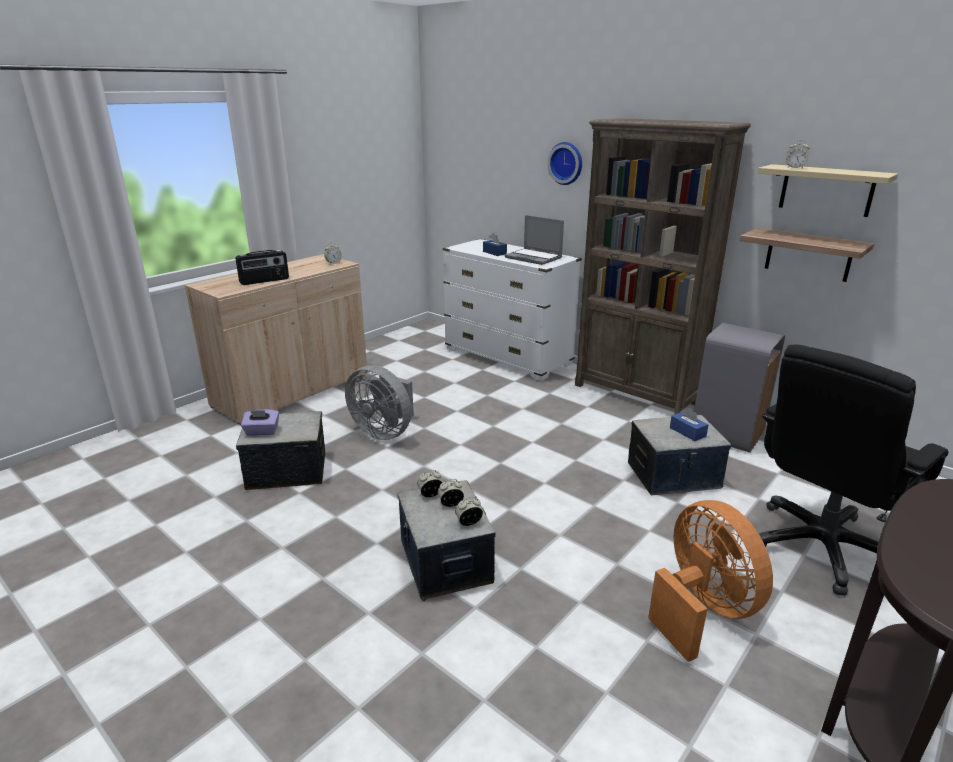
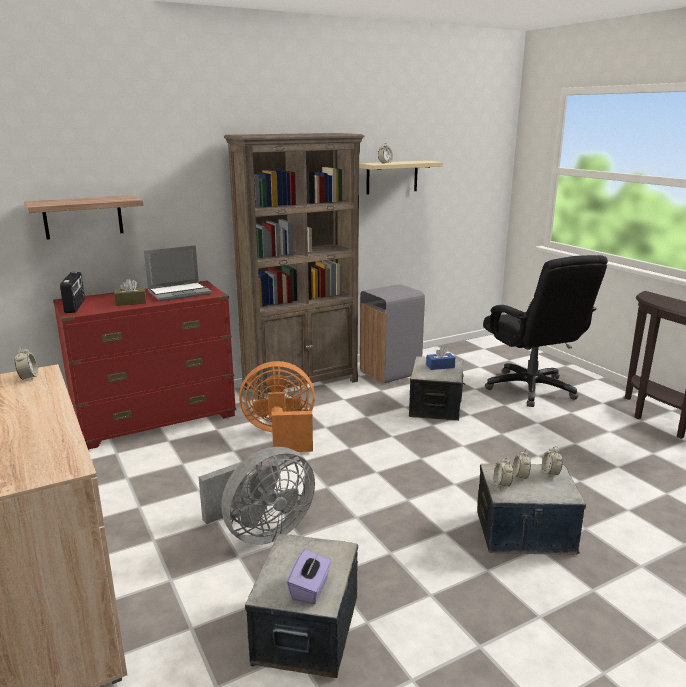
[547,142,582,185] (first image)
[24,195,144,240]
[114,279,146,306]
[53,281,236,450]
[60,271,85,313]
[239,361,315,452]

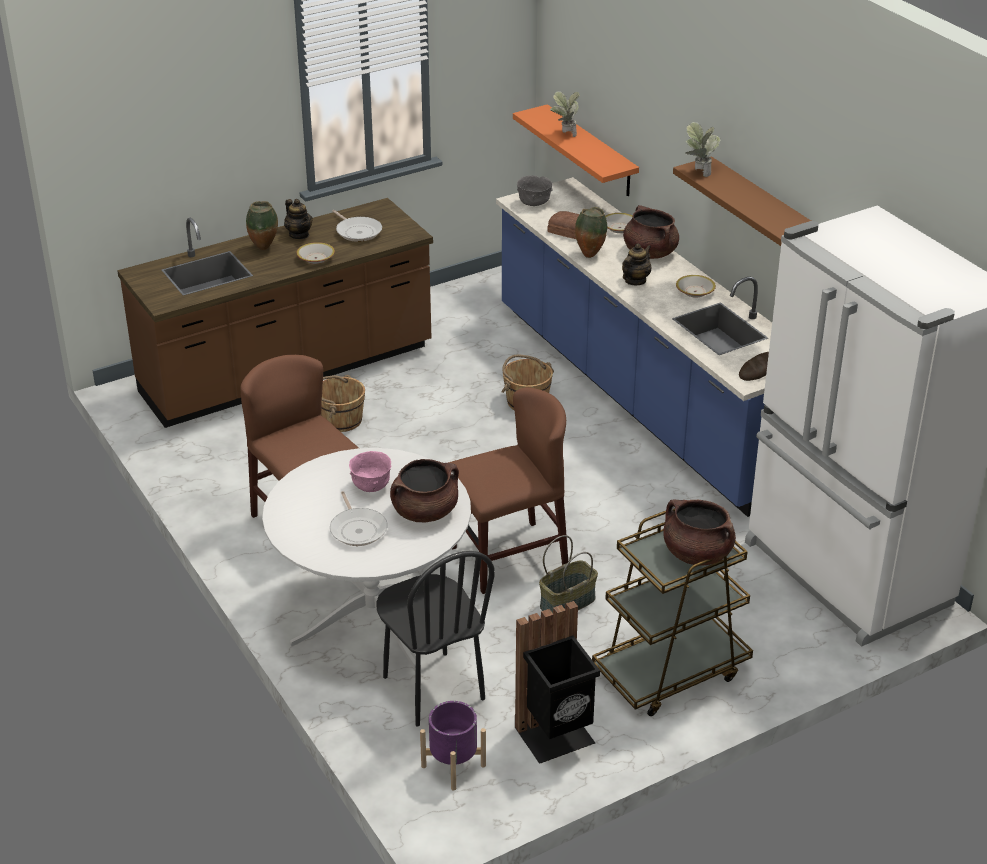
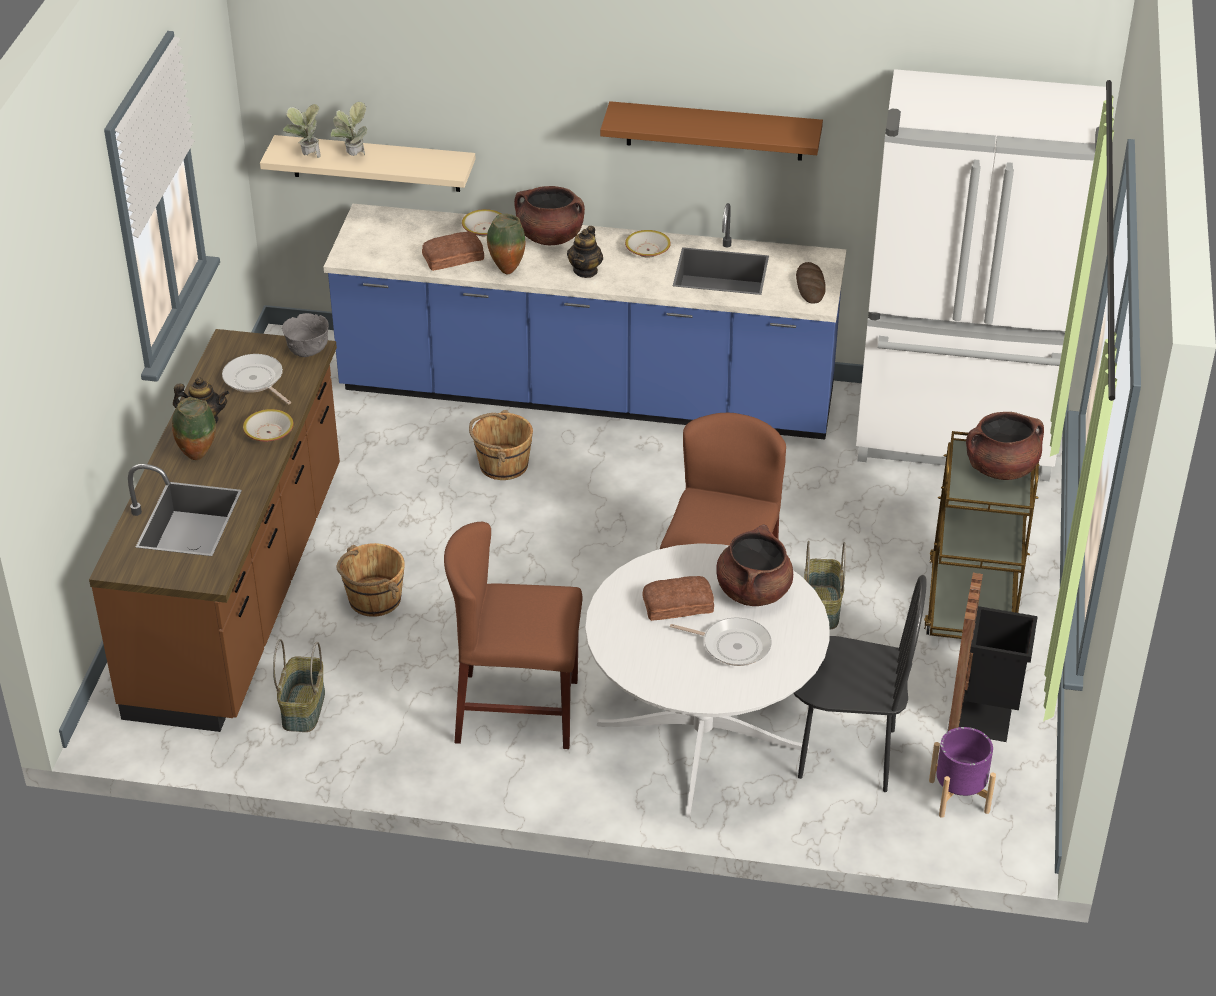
[260,135,476,192]
[283,104,321,158]
[282,313,329,357]
[222,354,291,405]
[567,226,603,278]
[642,576,714,621]
[273,639,325,732]

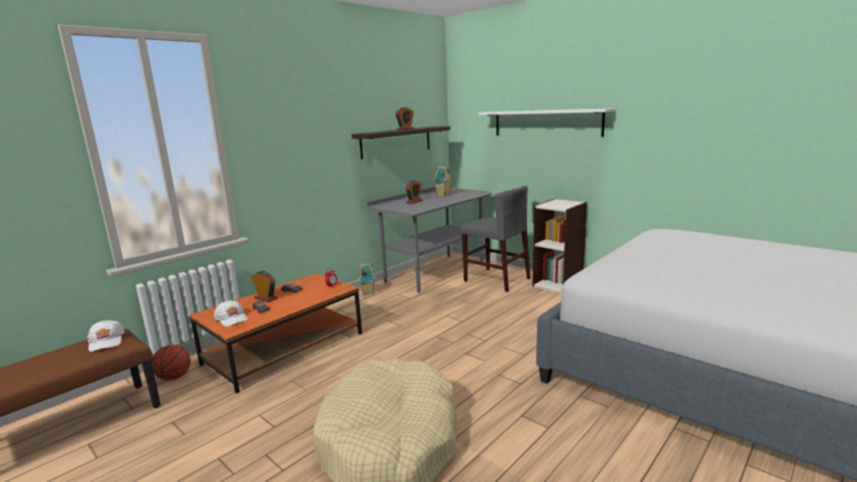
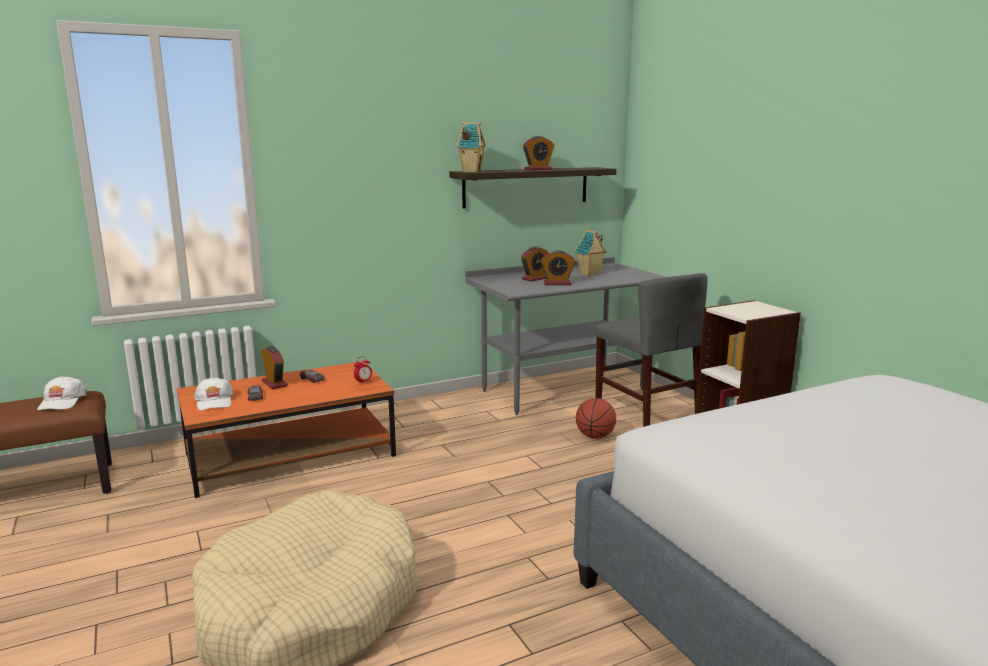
[478,108,615,137] (first image)
[457,122,486,172]
[576,398,616,439]
[541,250,575,285]

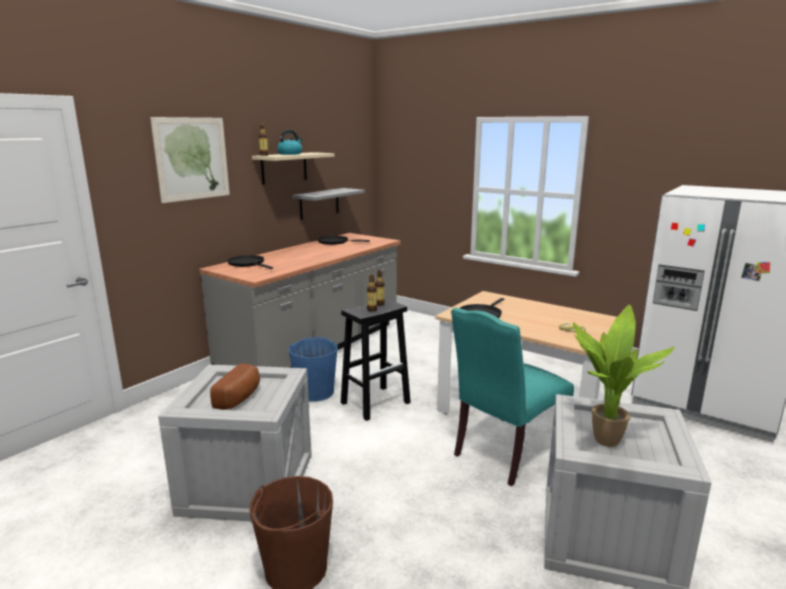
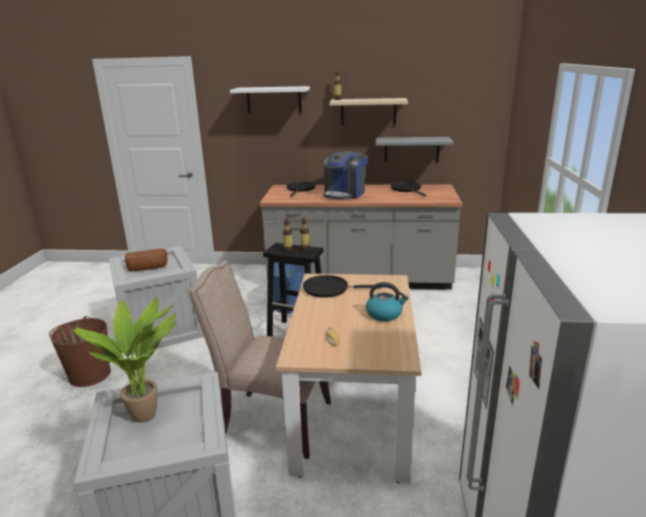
[230,86,310,114]
[366,282,409,321]
[188,260,331,459]
[323,151,368,200]

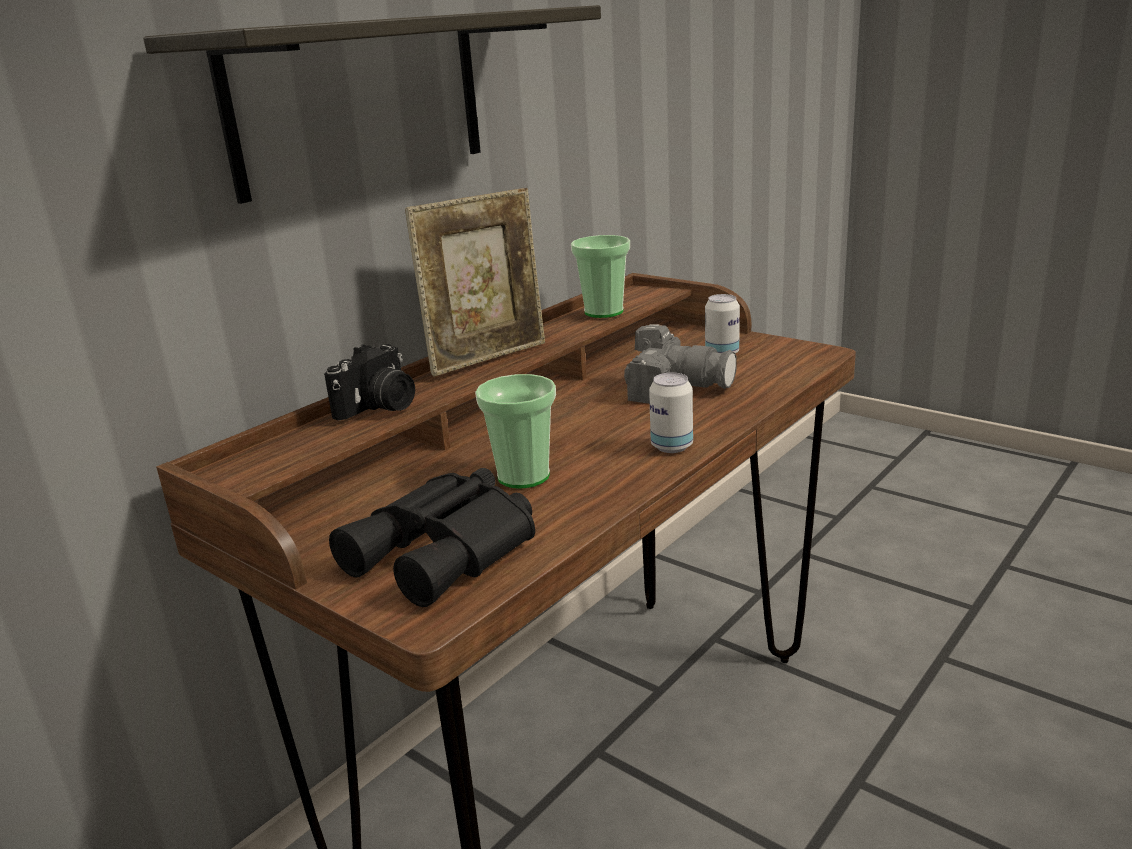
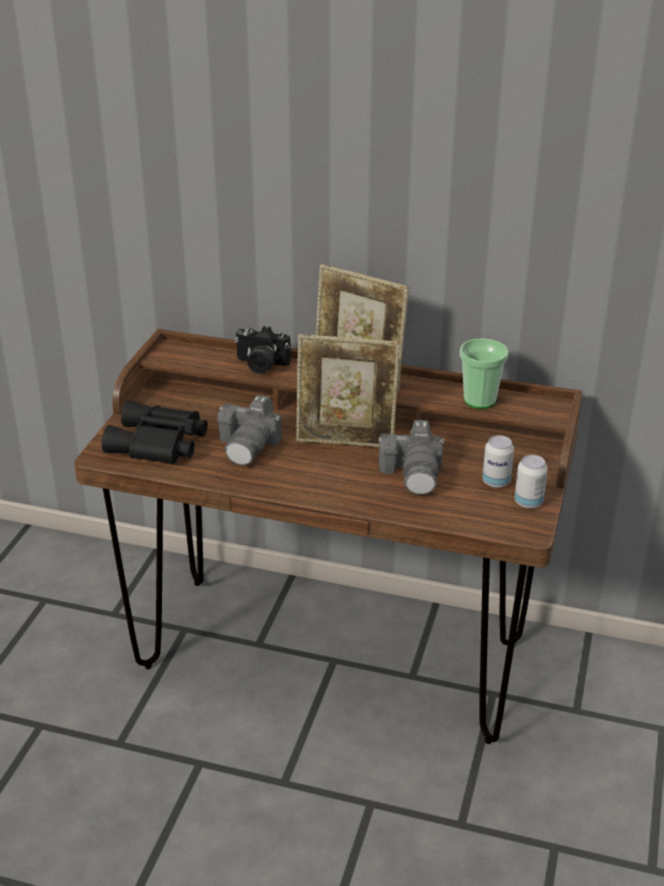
[143,5,601,204] (first image)
[514,455,548,509]
[217,395,282,465]
[296,334,400,447]

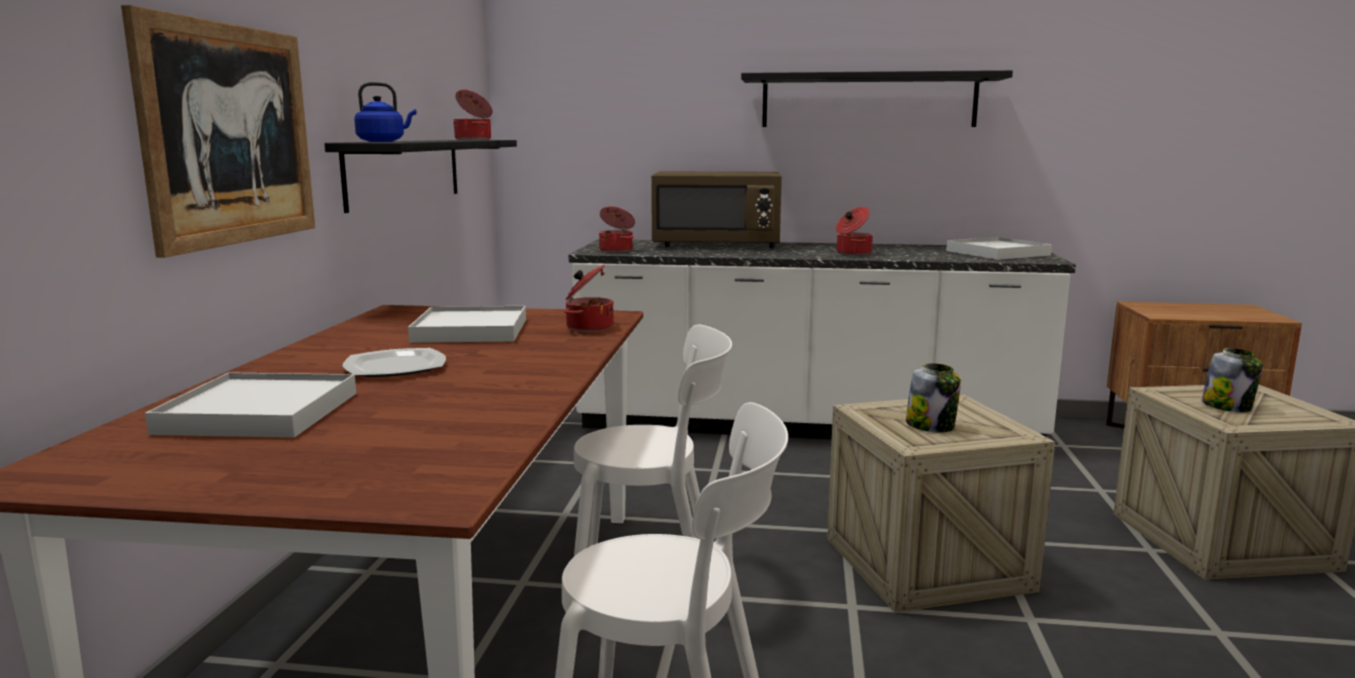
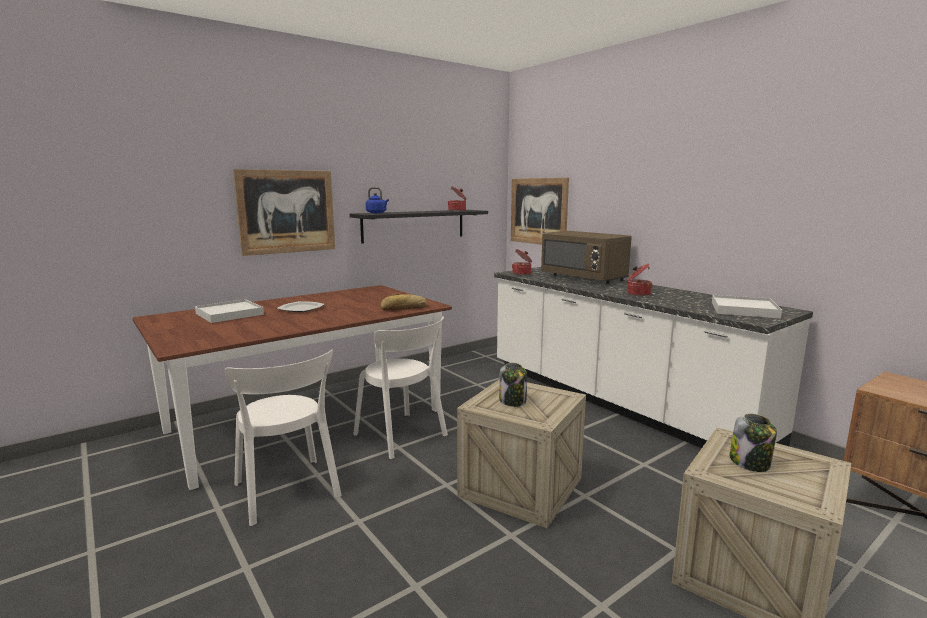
[741,70,1013,127] (first image)
[381,293,427,311]
[408,306,526,343] (first image)
[511,178,569,245]

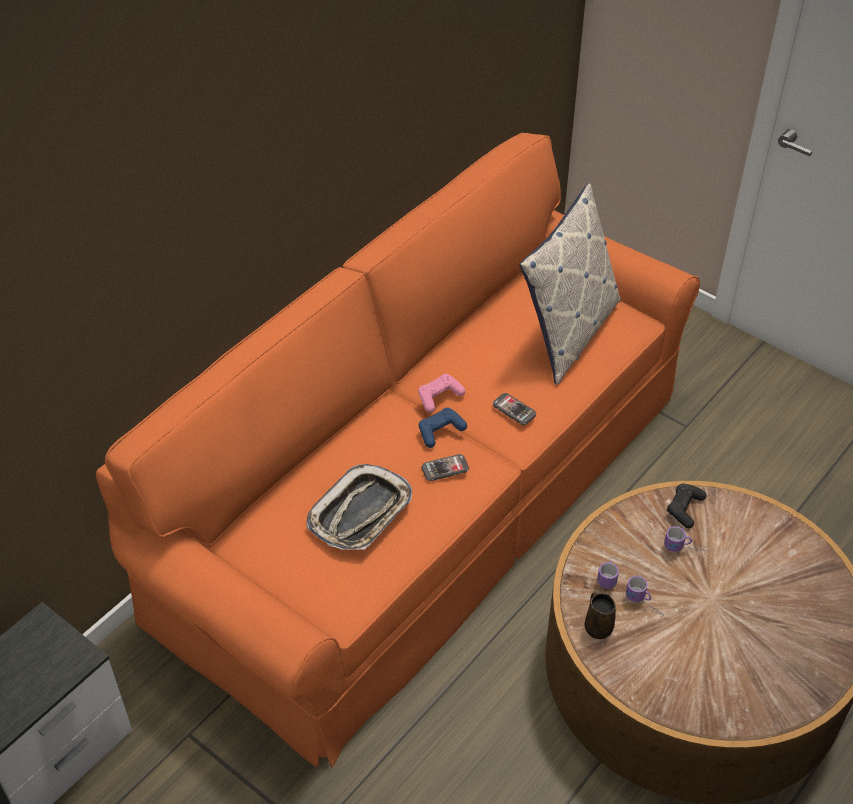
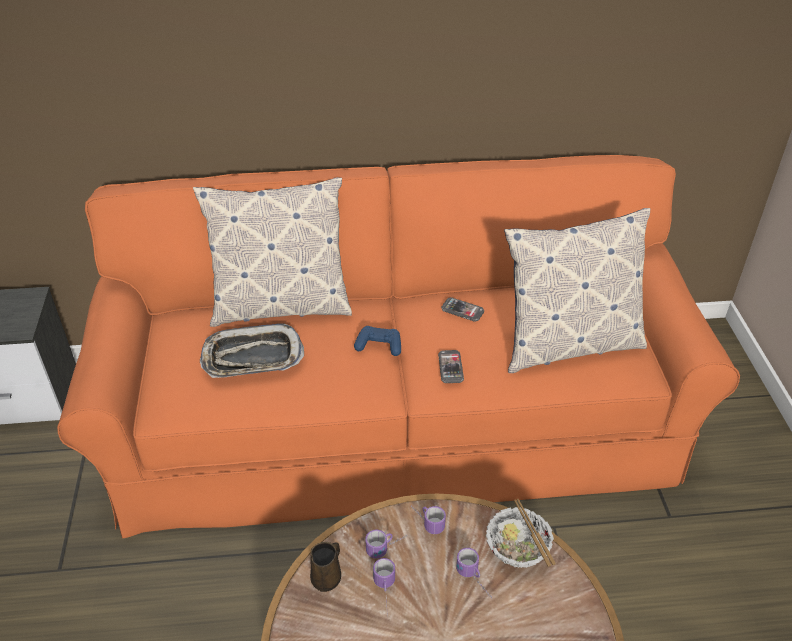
[418,374,465,413] (first image)
[441,297,484,322]
[486,499,556,568]
[193,177,352,327]
[413,506,446,534]

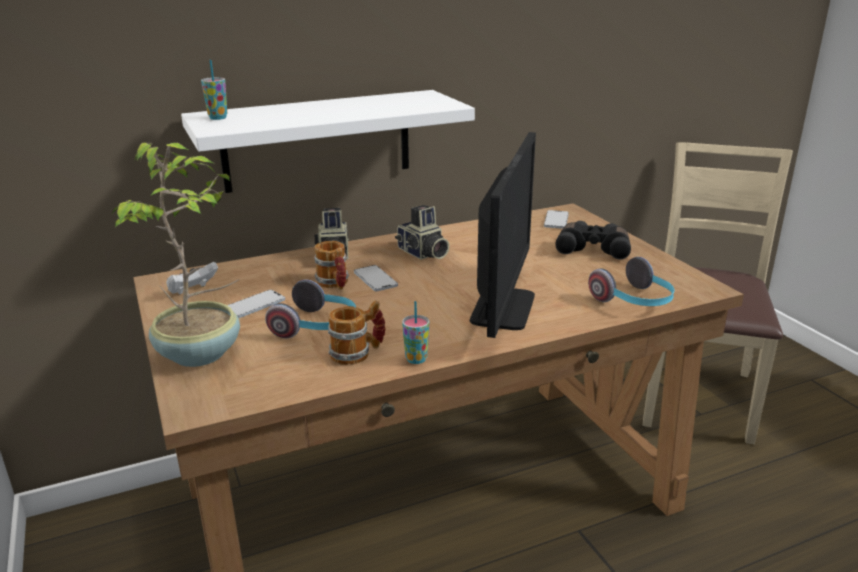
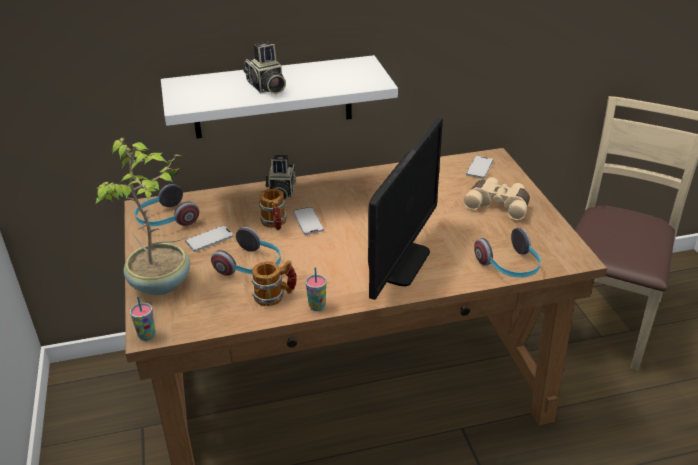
[130,296,155,341]
[243,42,286,94]
[464,177,530,220]
[135,184,199,226]

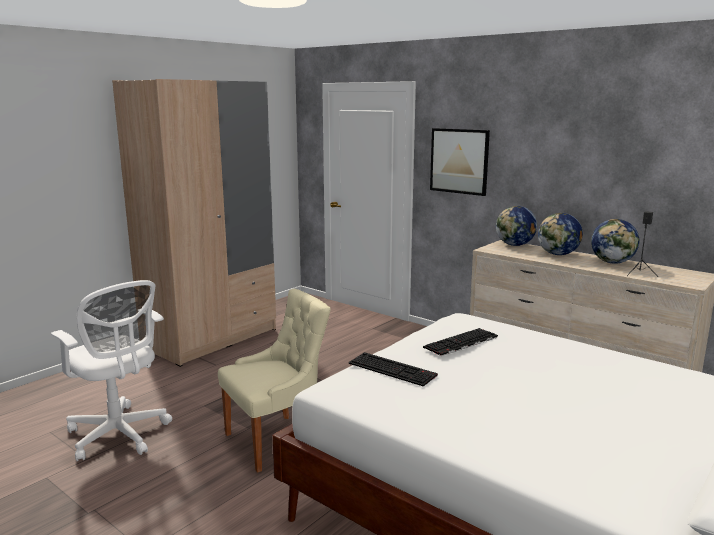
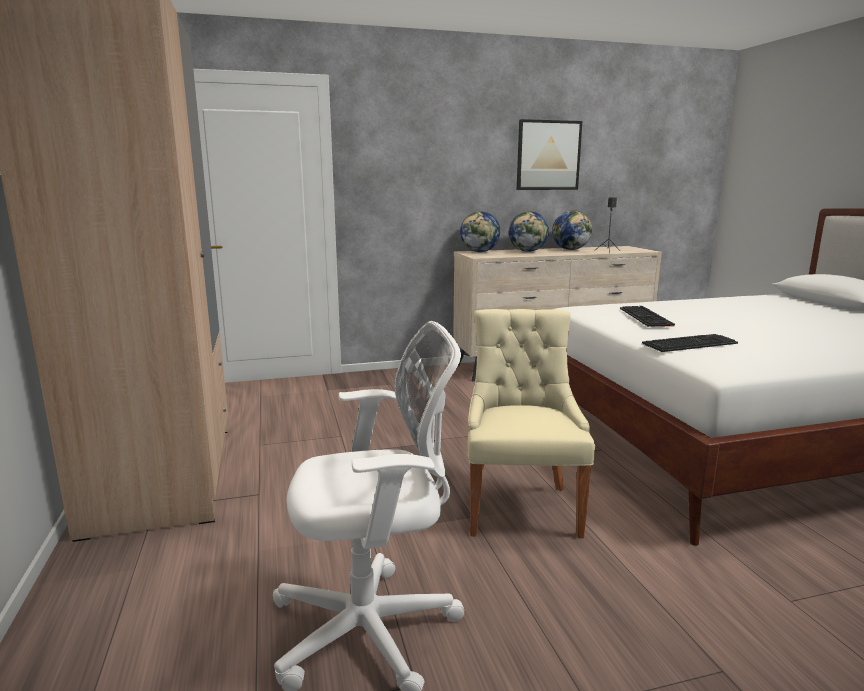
[517,119,582,190]

